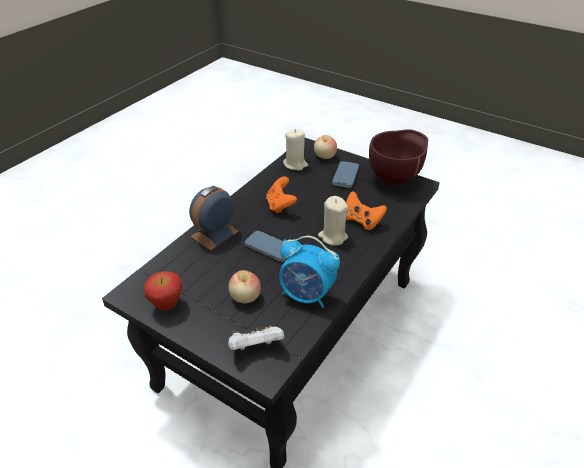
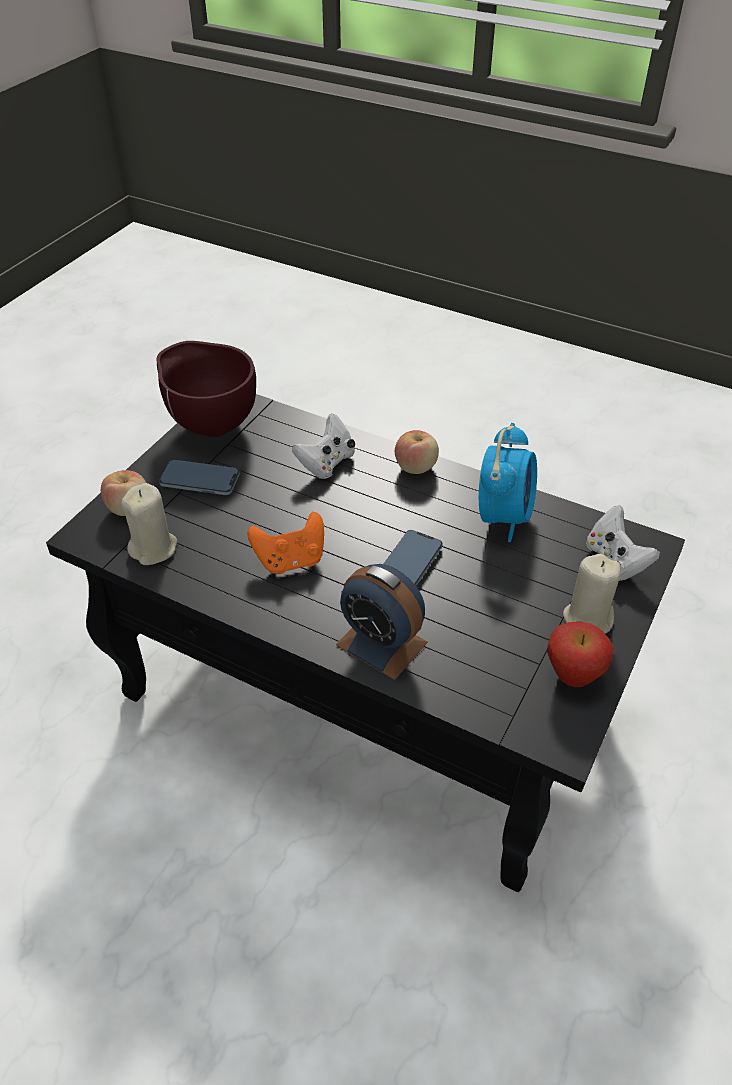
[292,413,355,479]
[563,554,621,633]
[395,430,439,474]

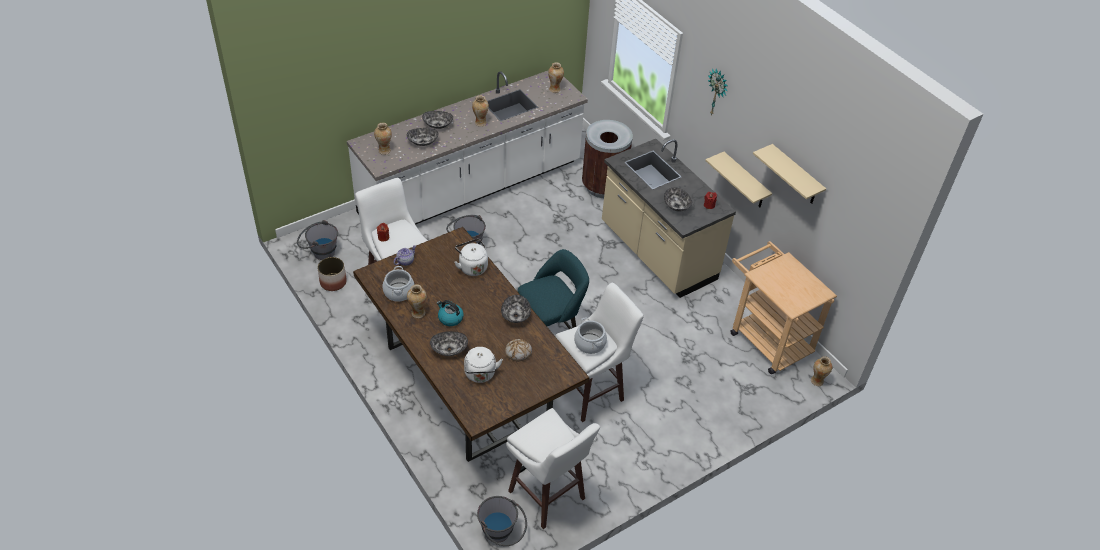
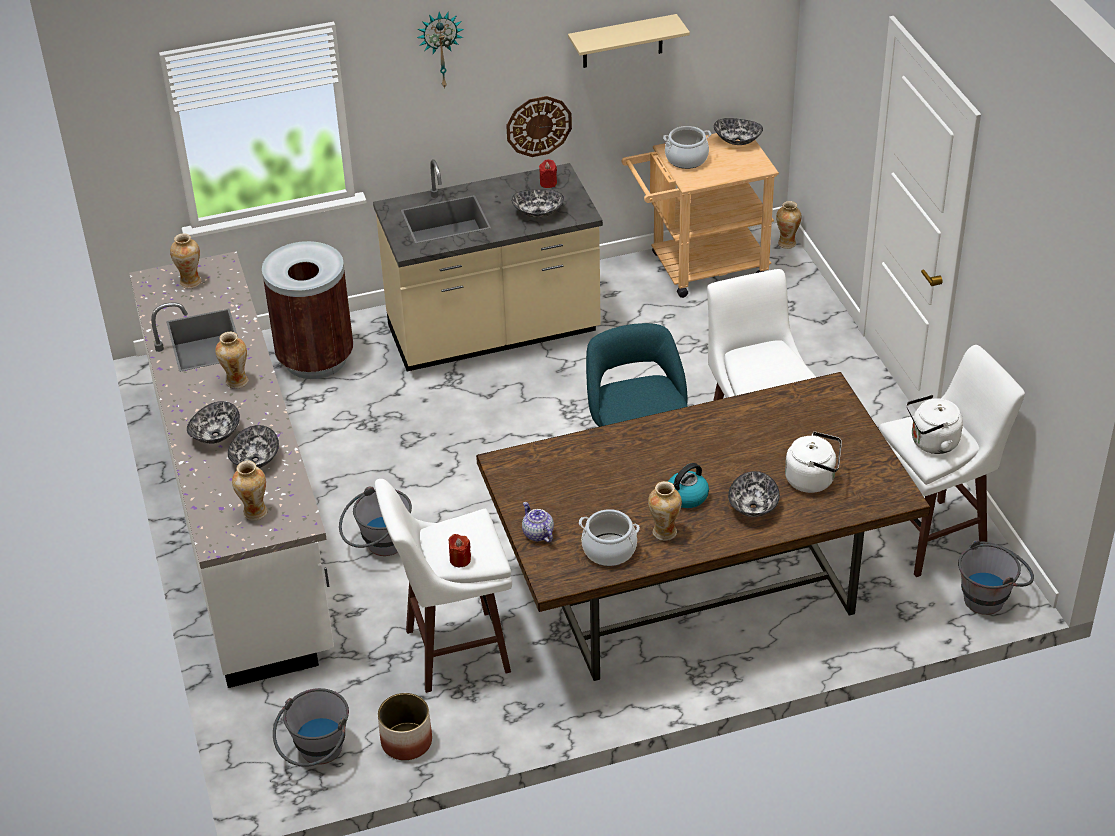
[506,96,572,157]
[906,395,963,454]
[714,118,763,145]
[663,126,711,169]
[505,339,532,361] (first image)

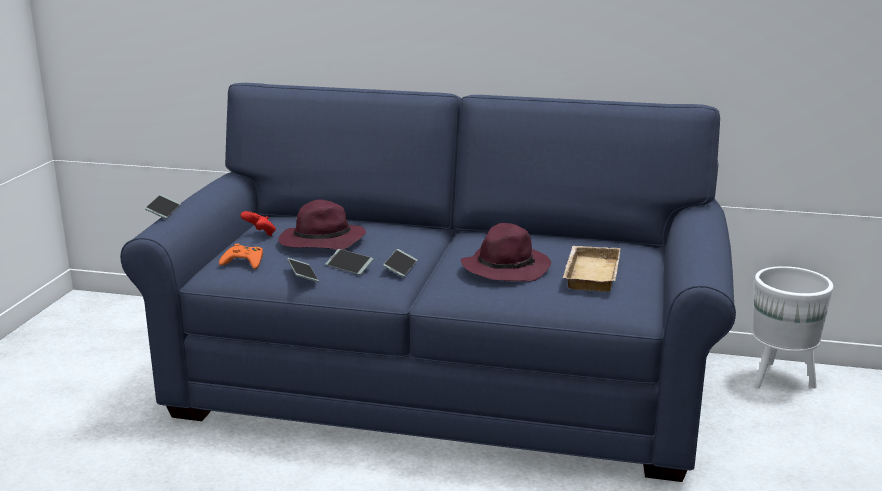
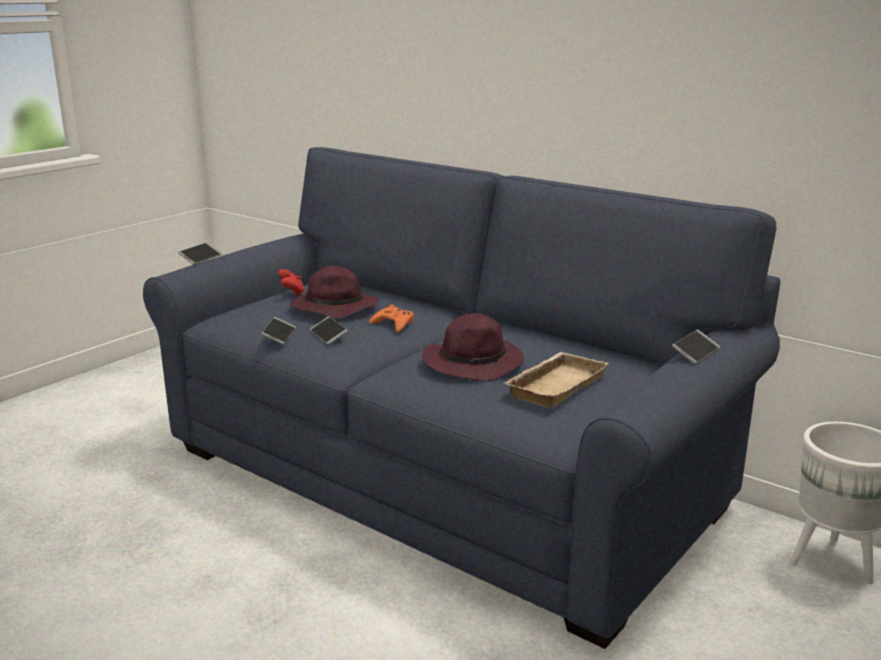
[369,305,414,332]
[672,330,720,364]

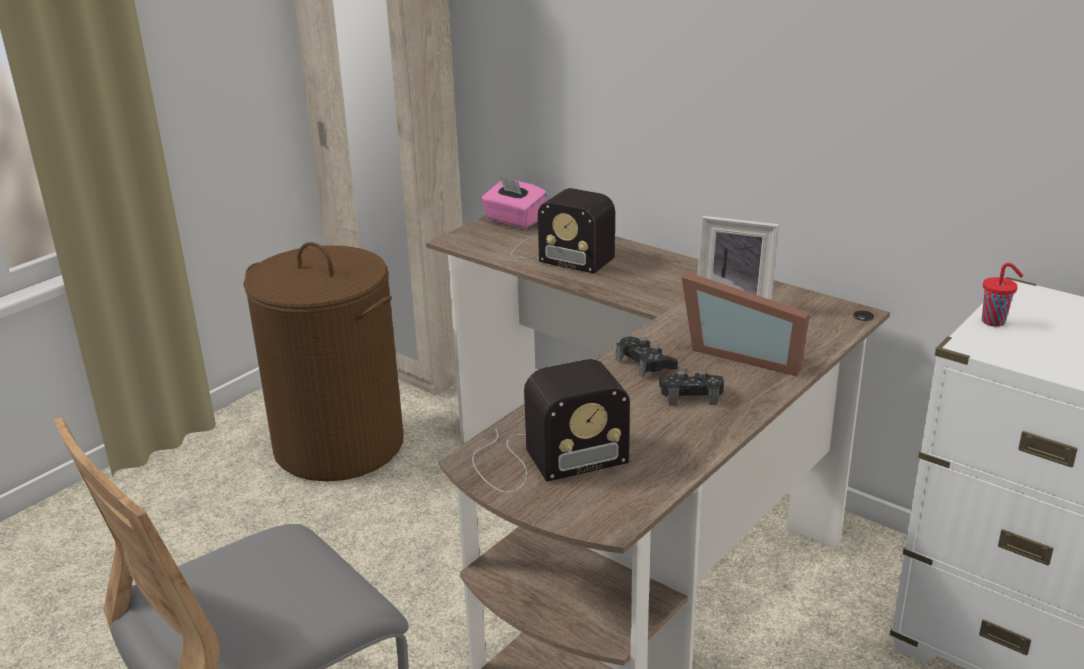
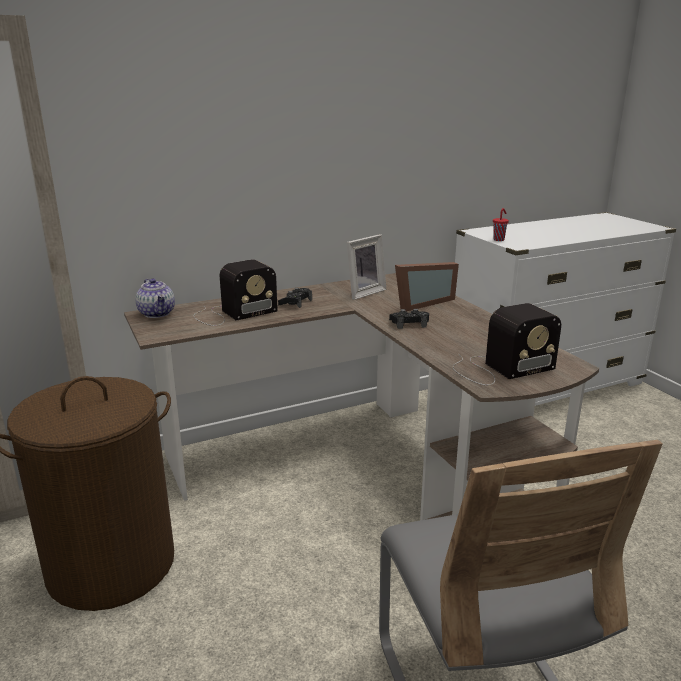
[135,278,175,318]
[453,303,561,385]
[278,288,312,308]

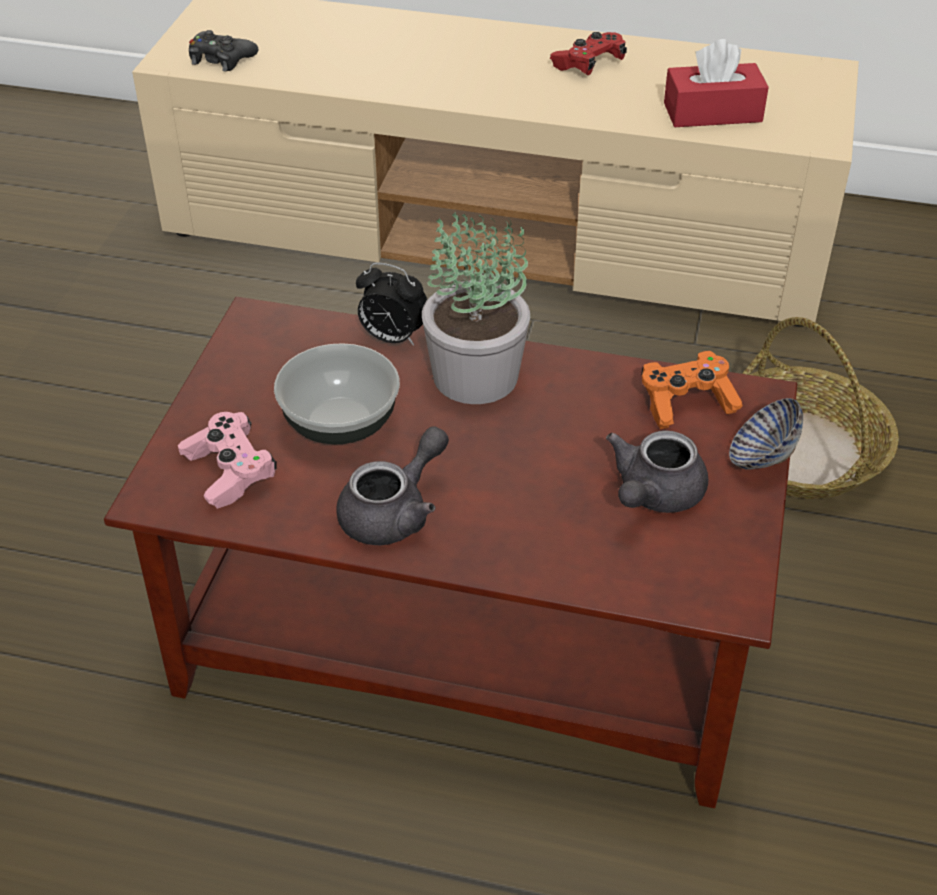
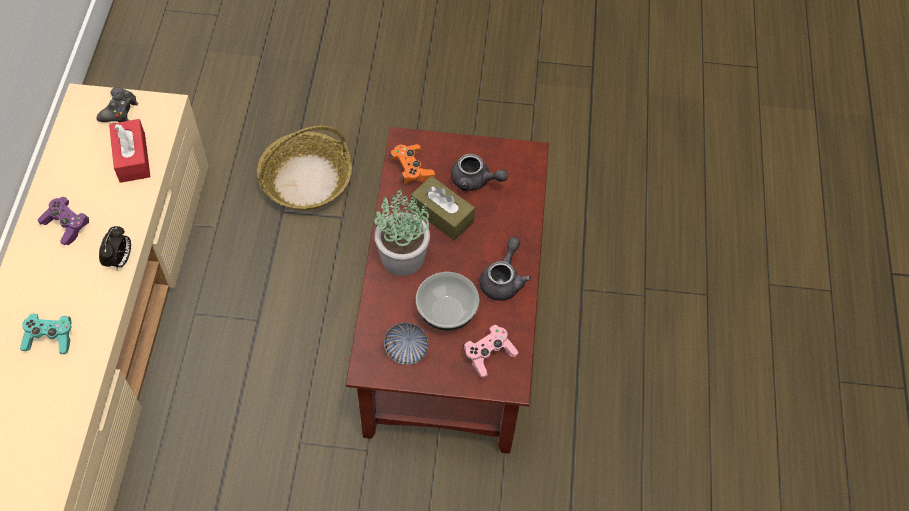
[96,88,138,122]
[37,197,89,245]
[99,226,131,270]
[384,323,428,365]
[480,237,532,301]
[411,176,475,241]
[20,314,71,354]

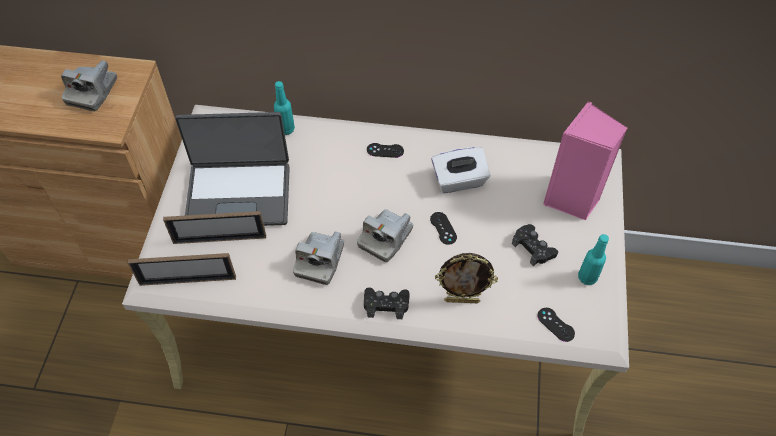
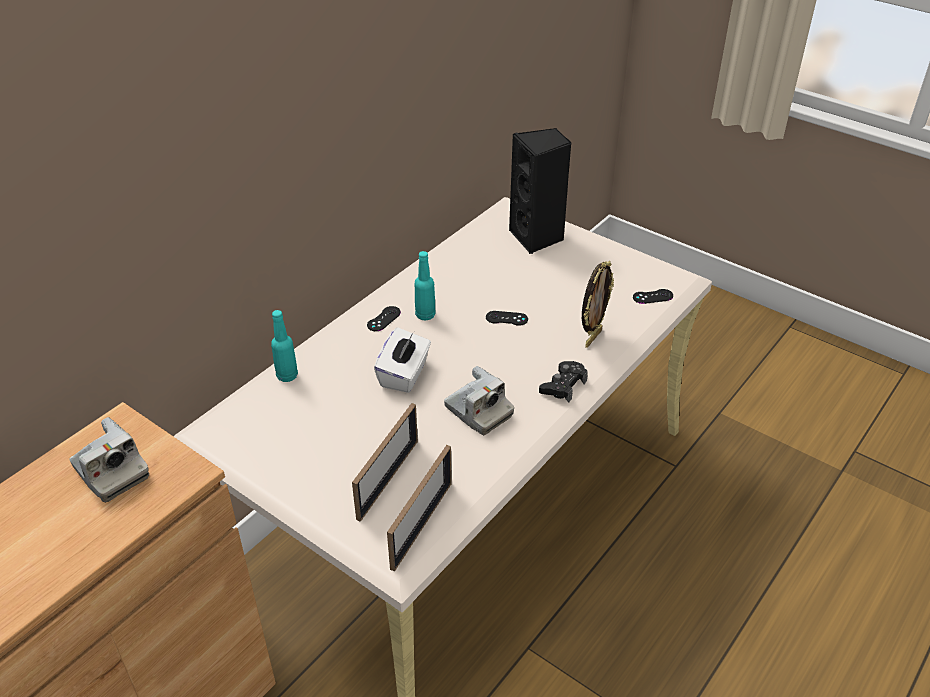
[509,128,572,254]
[176,112,290,226] (first image)
[374,327,431,393]
[357,209,413,262] (first image)
[512,224,558,266] (first image)
[414,251,436,321]

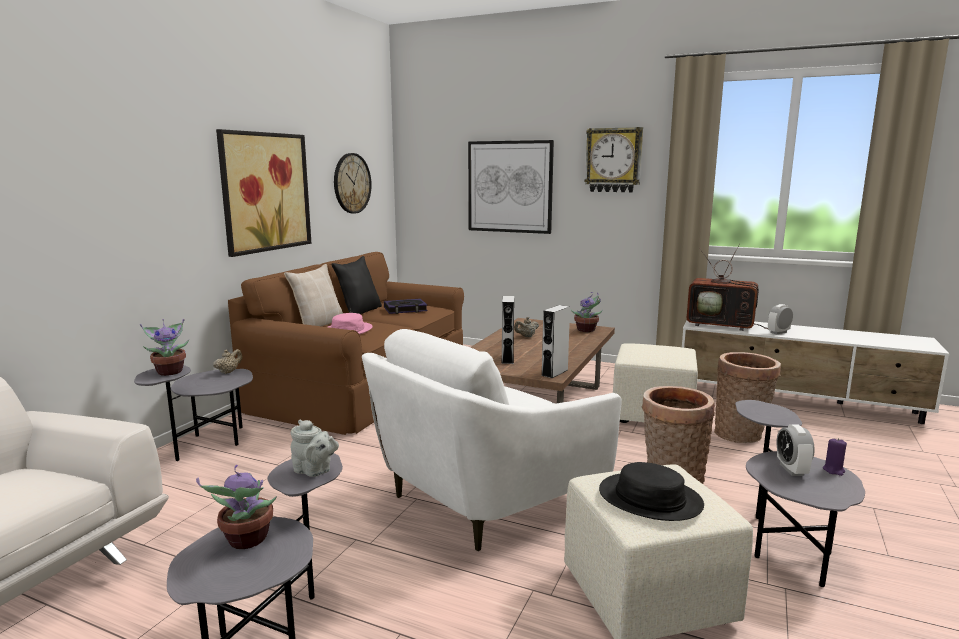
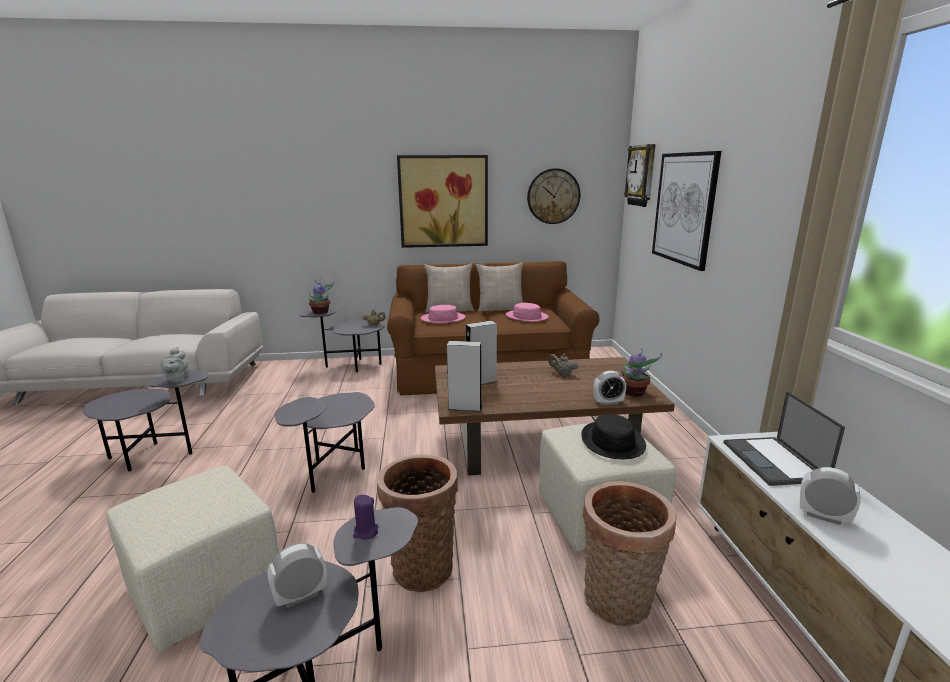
[624,144,656,207]
[724,391,845,486]
[476,262,523,312]
[506,303,549,322]
[274,392,375,493]
[353,495,378,540]
[581,414,646,459]
[196,465,277,549] (first image)
[593,371,626,405]

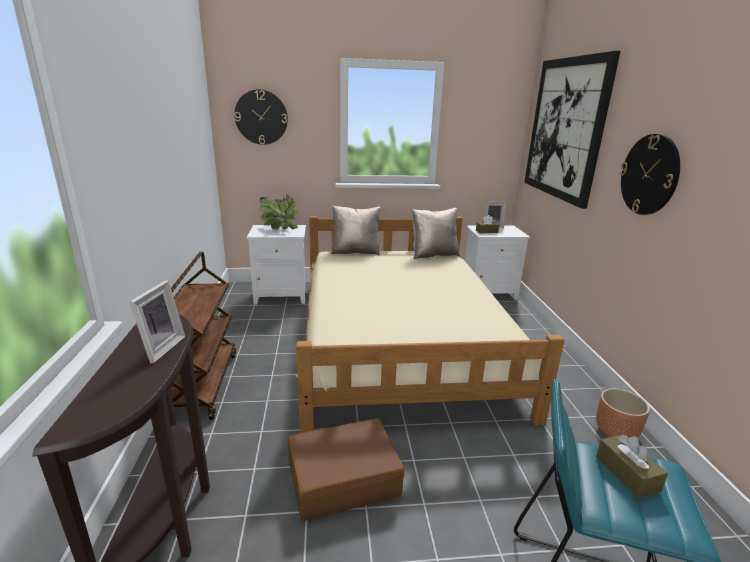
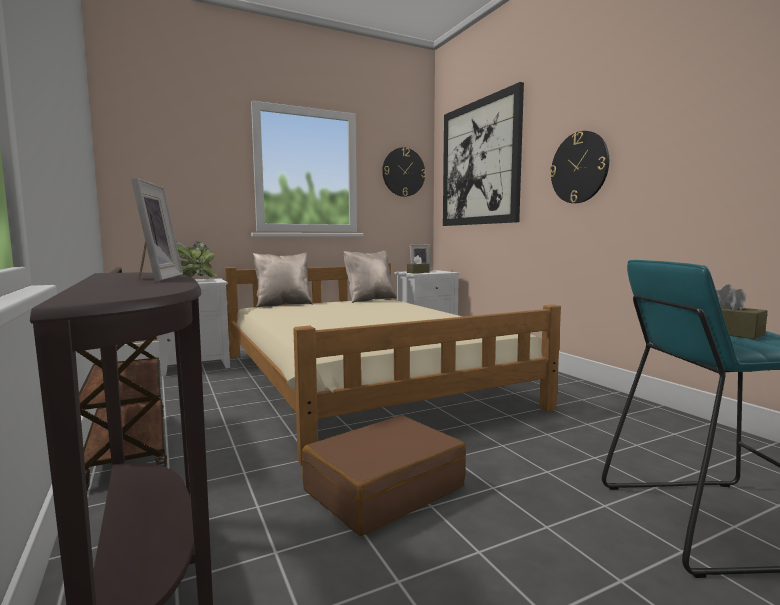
[382,147,426,197]
[596,388,650,438] (first image)

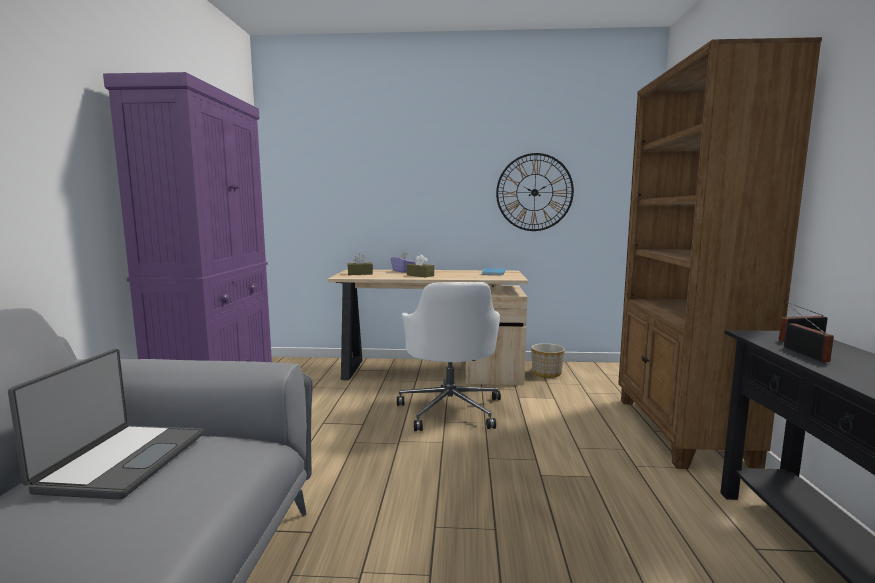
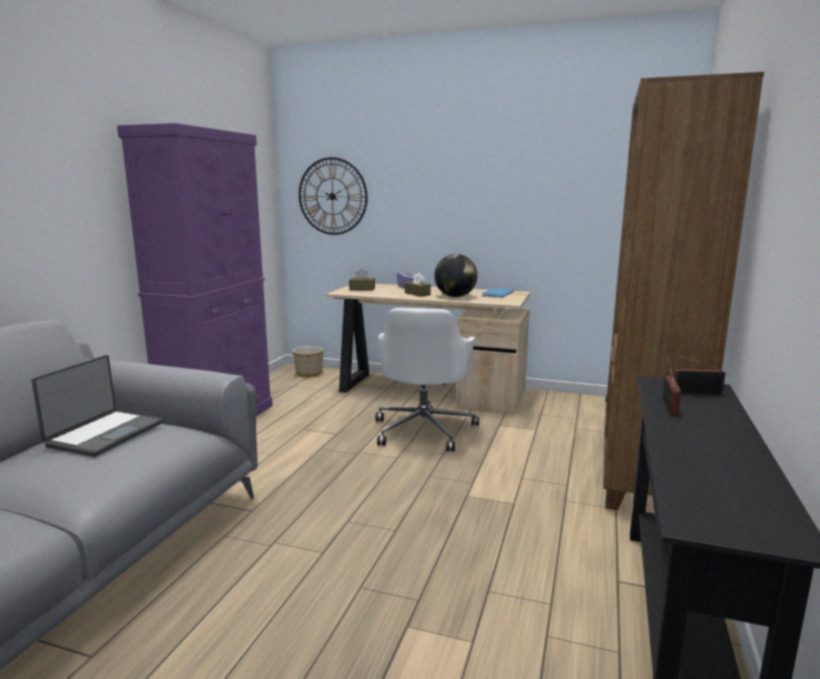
[299,157,368,235]
[293,346,323,377]
[434,254,478,297]

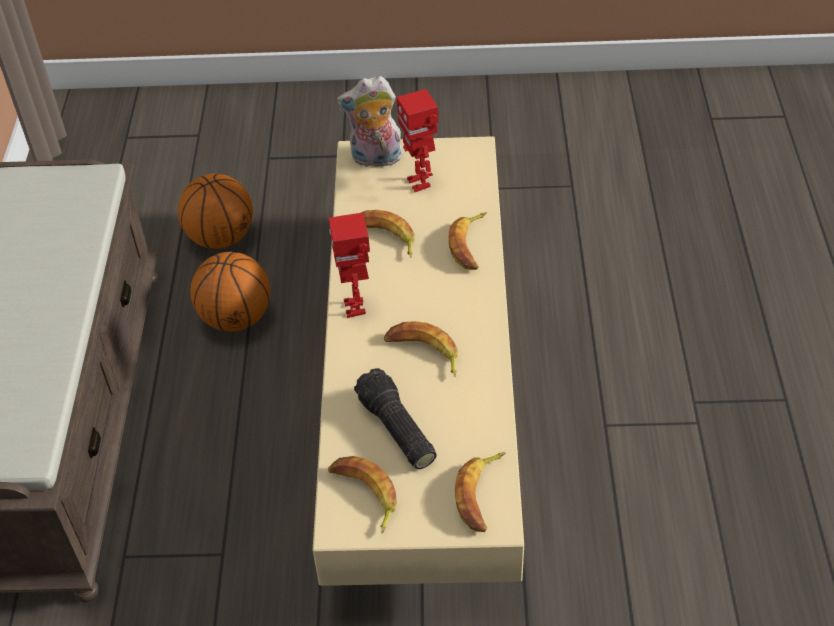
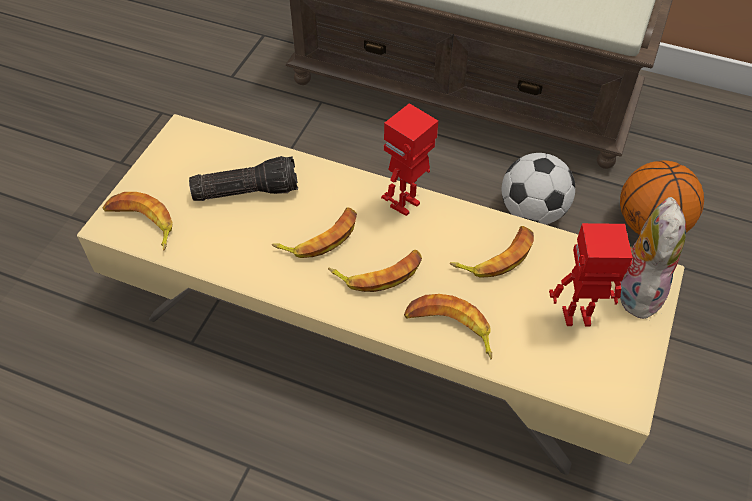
[381,103,438,216]
[502,153,575,225]
[328,250,422,292]

